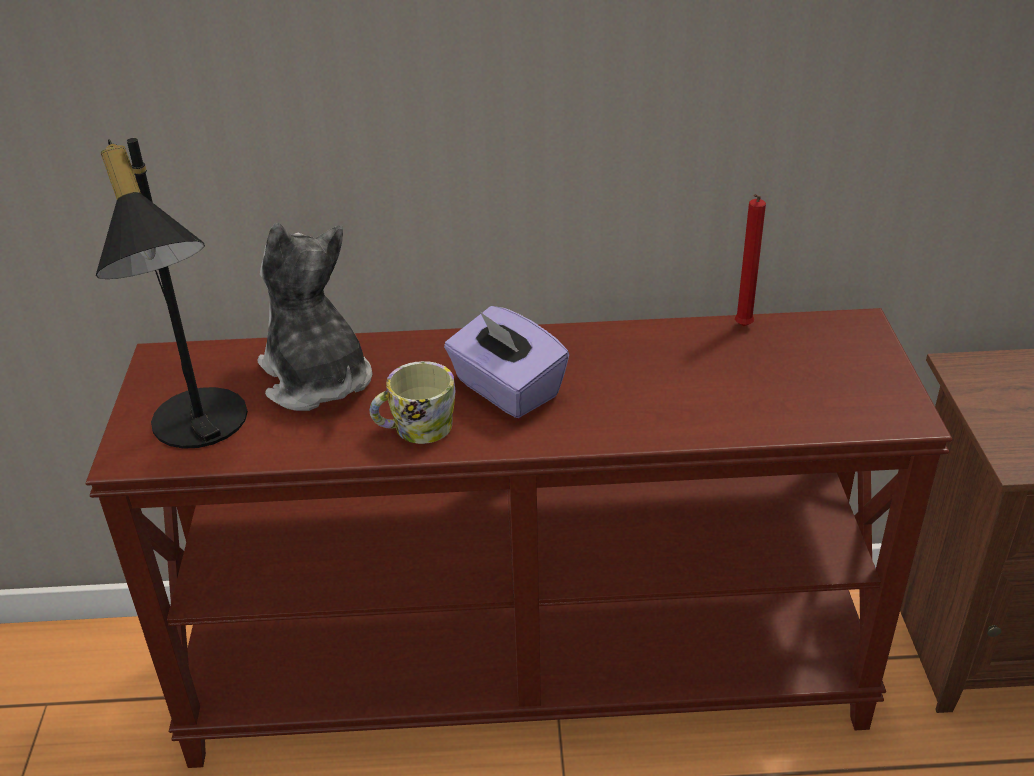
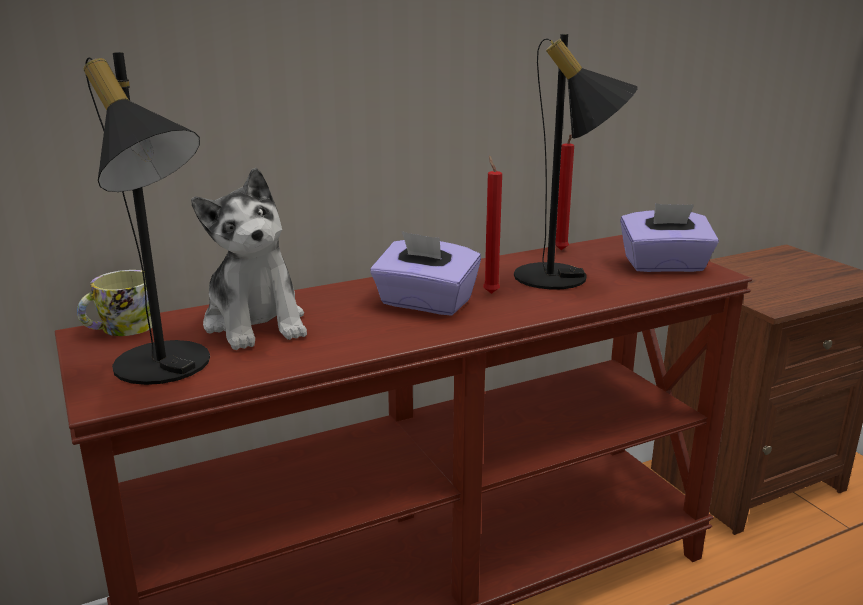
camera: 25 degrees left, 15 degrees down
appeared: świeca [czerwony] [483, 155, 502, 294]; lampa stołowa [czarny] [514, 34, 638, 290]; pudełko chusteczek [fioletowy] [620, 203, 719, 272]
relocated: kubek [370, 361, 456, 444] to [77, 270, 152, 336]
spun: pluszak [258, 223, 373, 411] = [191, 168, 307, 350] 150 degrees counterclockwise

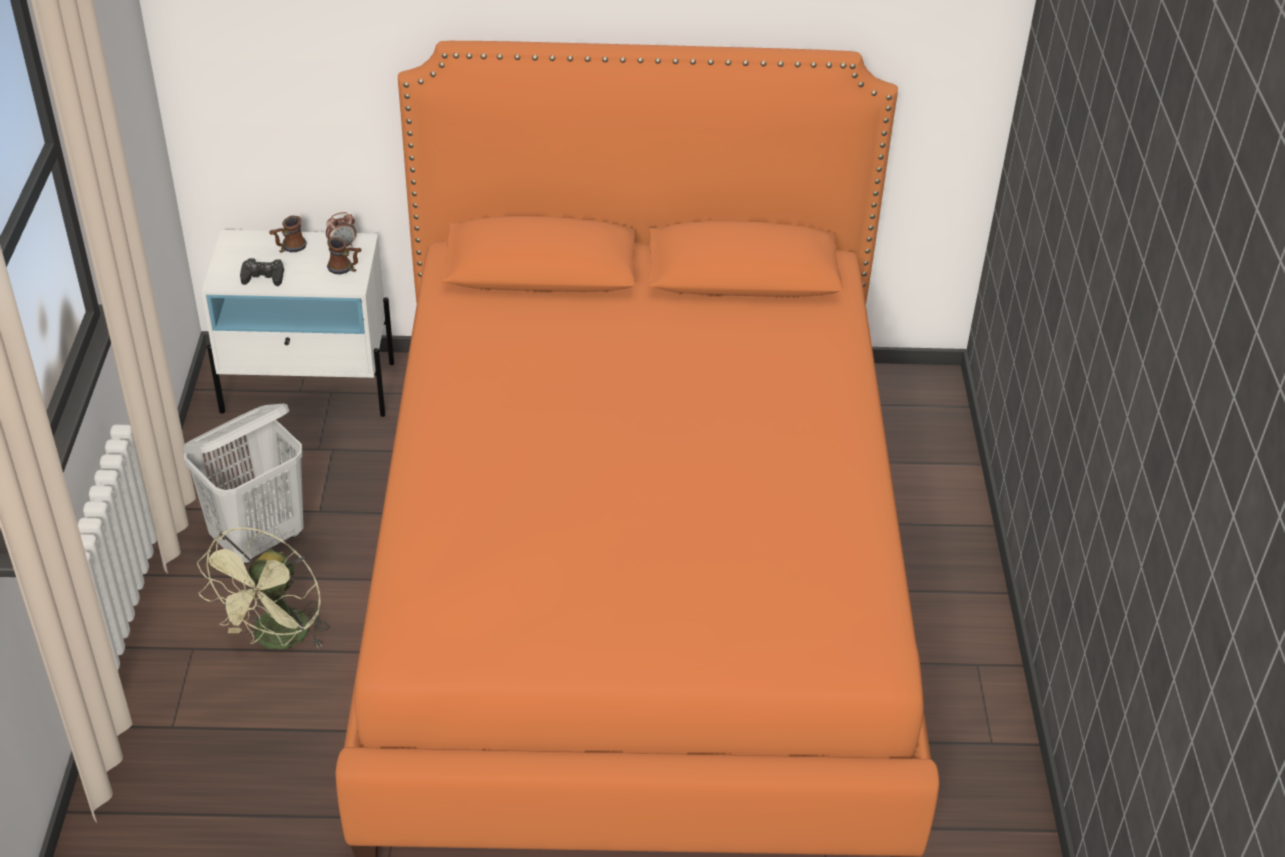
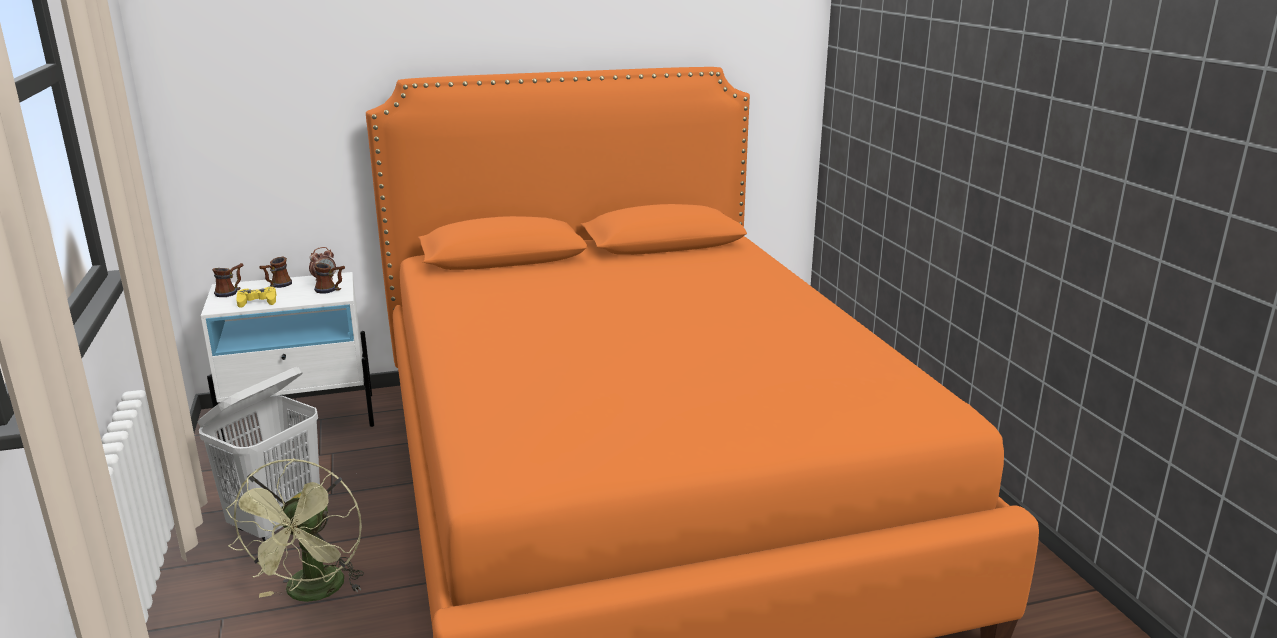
camera: 15 degrees left, 20 degrees down
appeared: kubek [212, 263, 243, 297]
colour: pad do gier [czarny] [240, 258, 284, 286] to pad do gier [żółty] [236, 287, 277, 307]

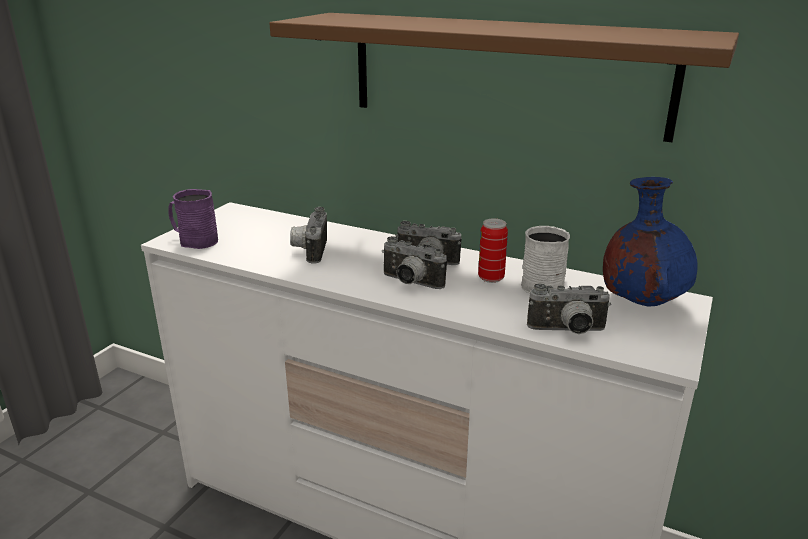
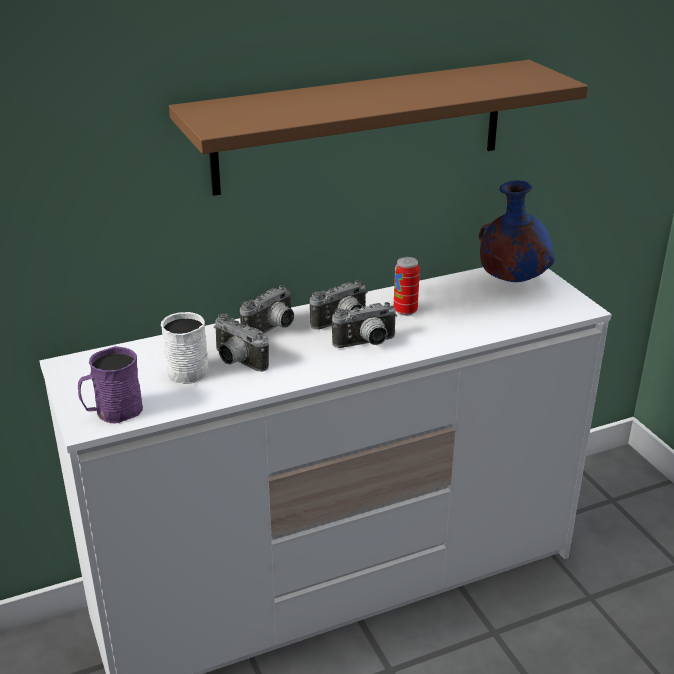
camera: 50 degrees left, 5 degrees up
relocated: kubek [biały] [521, 226, 570, 294] to [161, 312, 209, 384]; aparat fotograficzny [527, 283, 611, 334] to [240, 285, 294, 334]

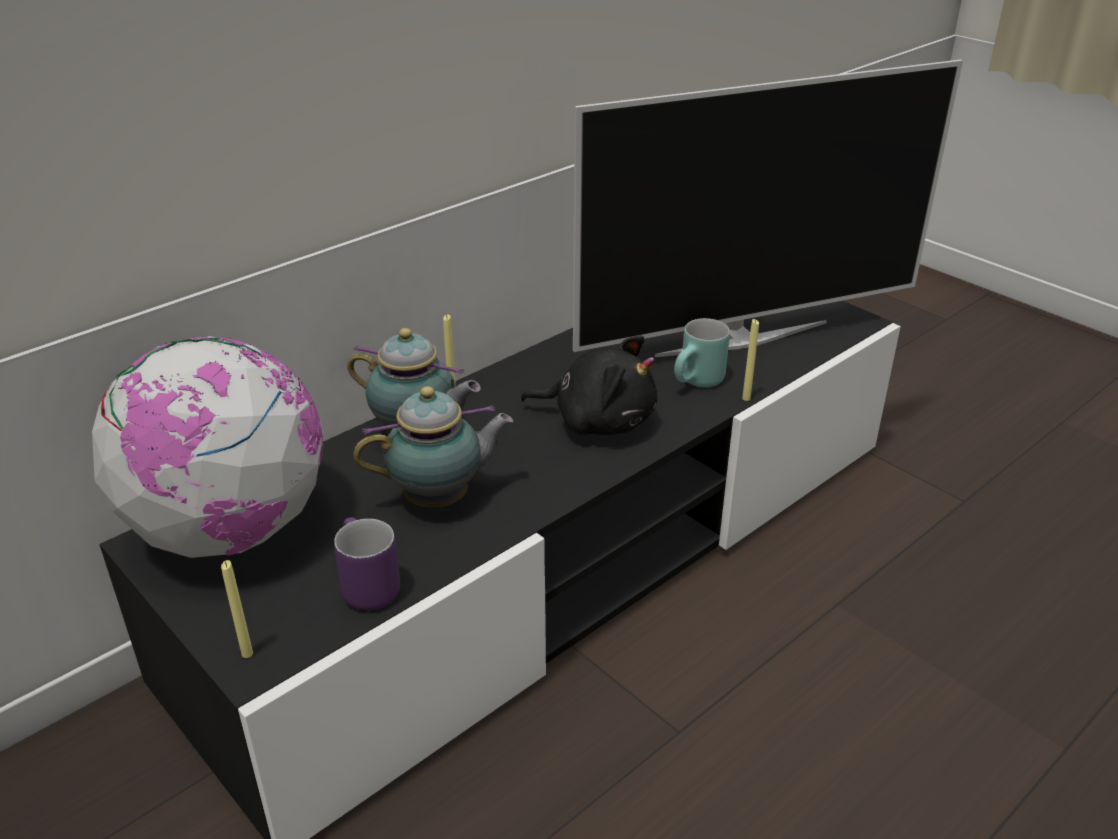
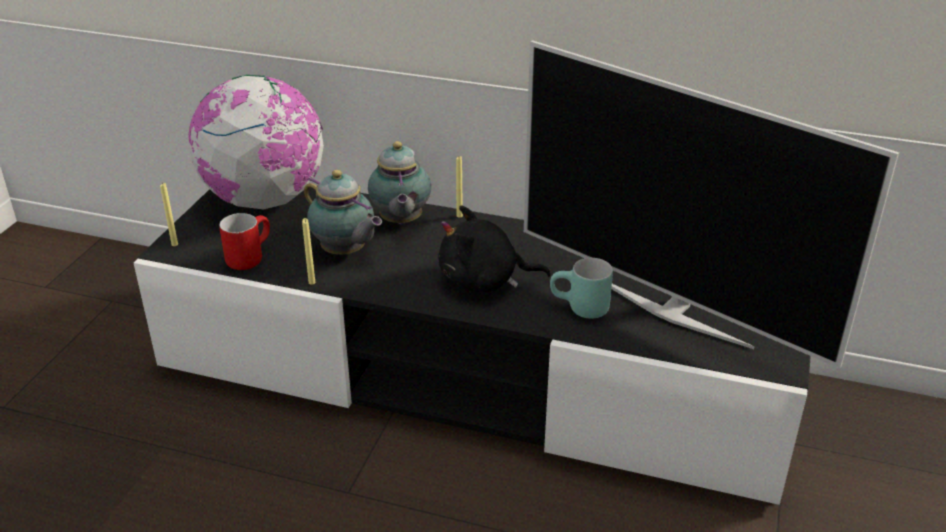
camera: 60 degrees right, 0 degrees up
relocated: świeca [żółty] [742, 319, 759, 401] to [302, 218, 315, 285]
colour: kubek [fioletowy] [334, 517, 400, 610] to kubek [czerwony] [219, 213, 270, 270]
spun: pluszak [czarny] [520, 335, 657, 435] = [438, 205, 551, 292] 105 degrees clockwise

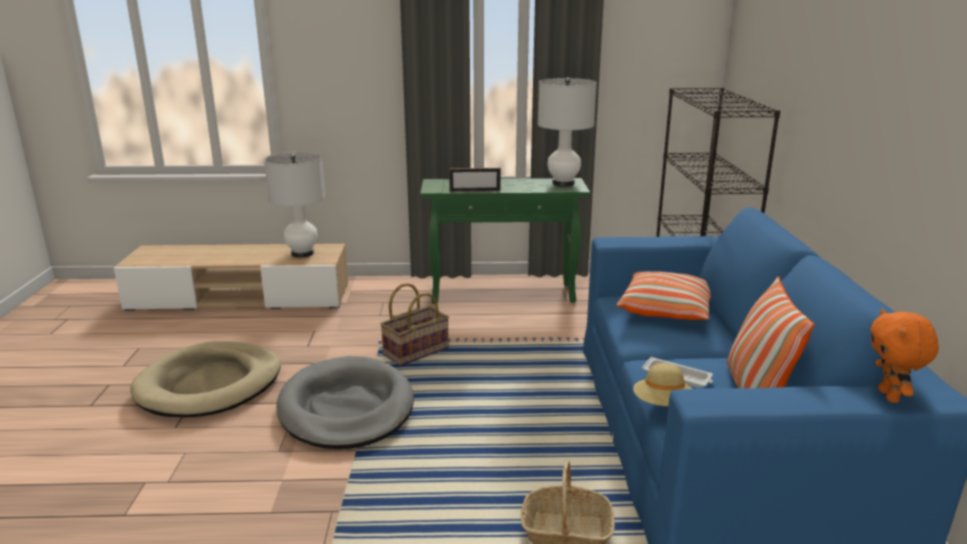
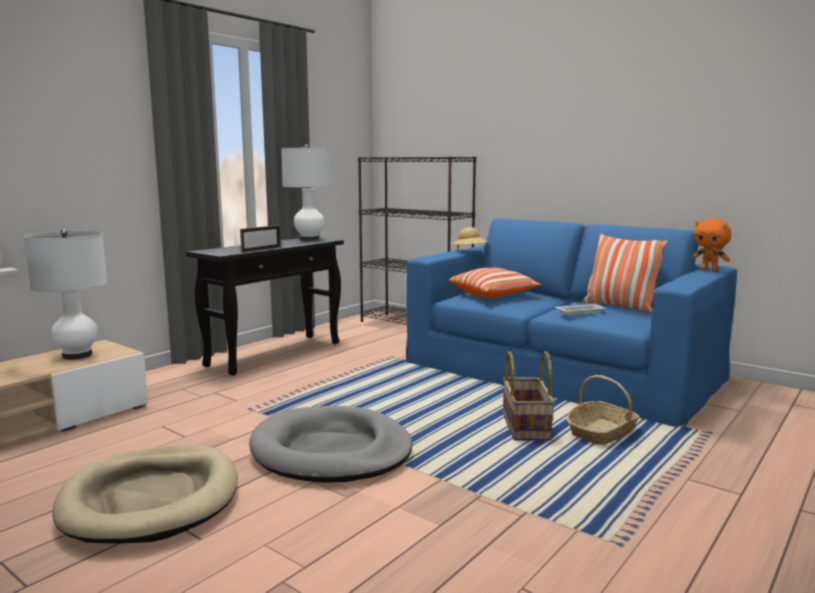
camera: 50 degrees left, 10 degrees down
relocated: koszyk [380, 283, 449, 366] to [503, 351, 555, 441]; kapelusz [beżowy] [633, 363, 693, 406] to [453, 227, 488, 250]
colour: stolik konsolowy [zielony] [420, 178, 590, 304] to stolik konsolowy [czarny] [186, 238, 344, 376]

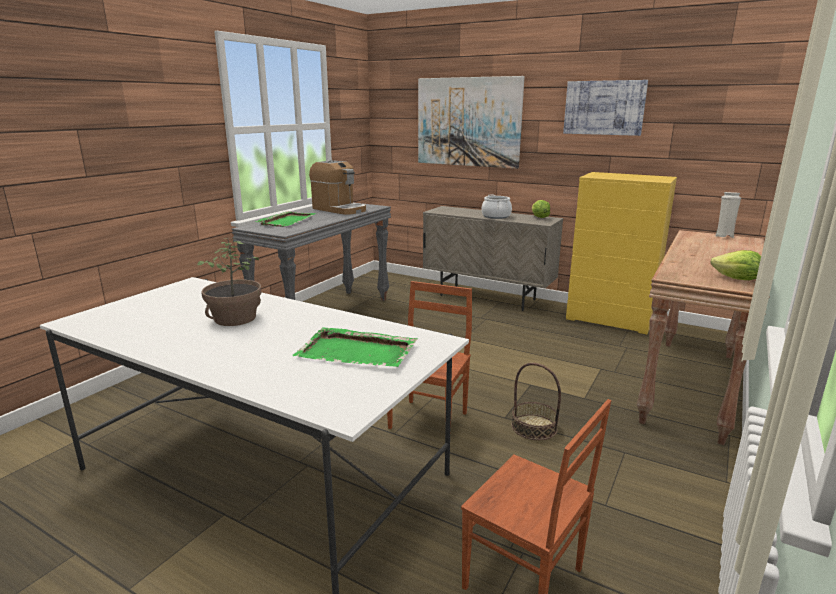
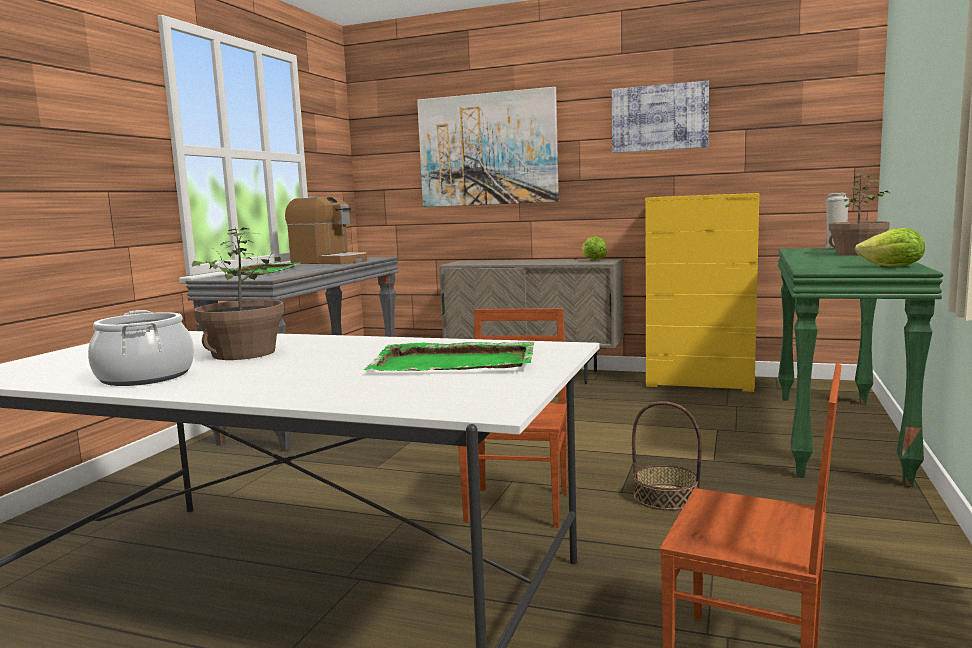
camera: 10 degrees left, 10 degrees down
appeared: roślina doniczkowa [829, 173, 890, 256]
relocated: garnek [481, 194, 512, 219] to [88, 310, 194, 386]
colour: stolik konsolowy [brązowy] [637, 230, 766, 445] to stolik konsolowy [zielony] [778, 248, 943, 487]

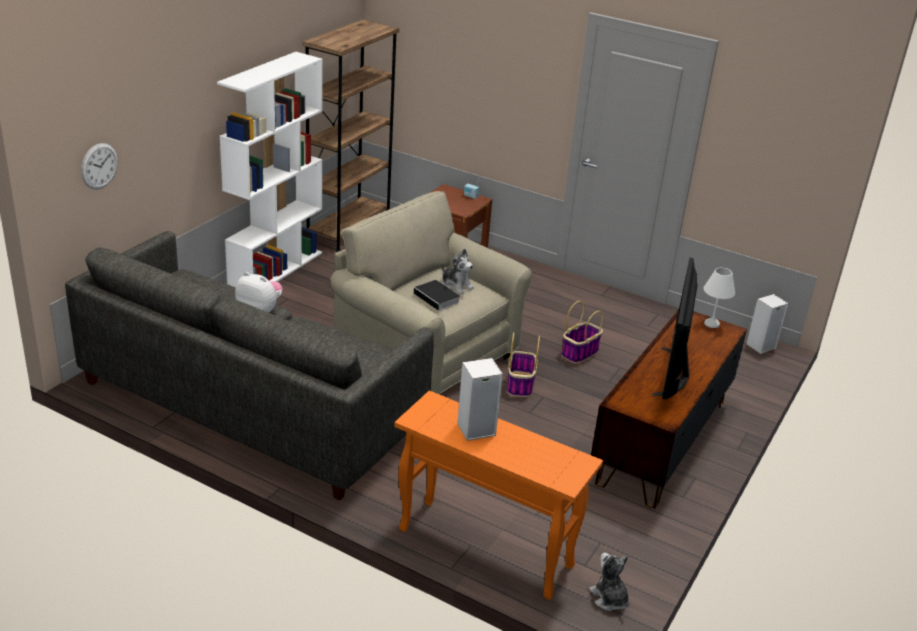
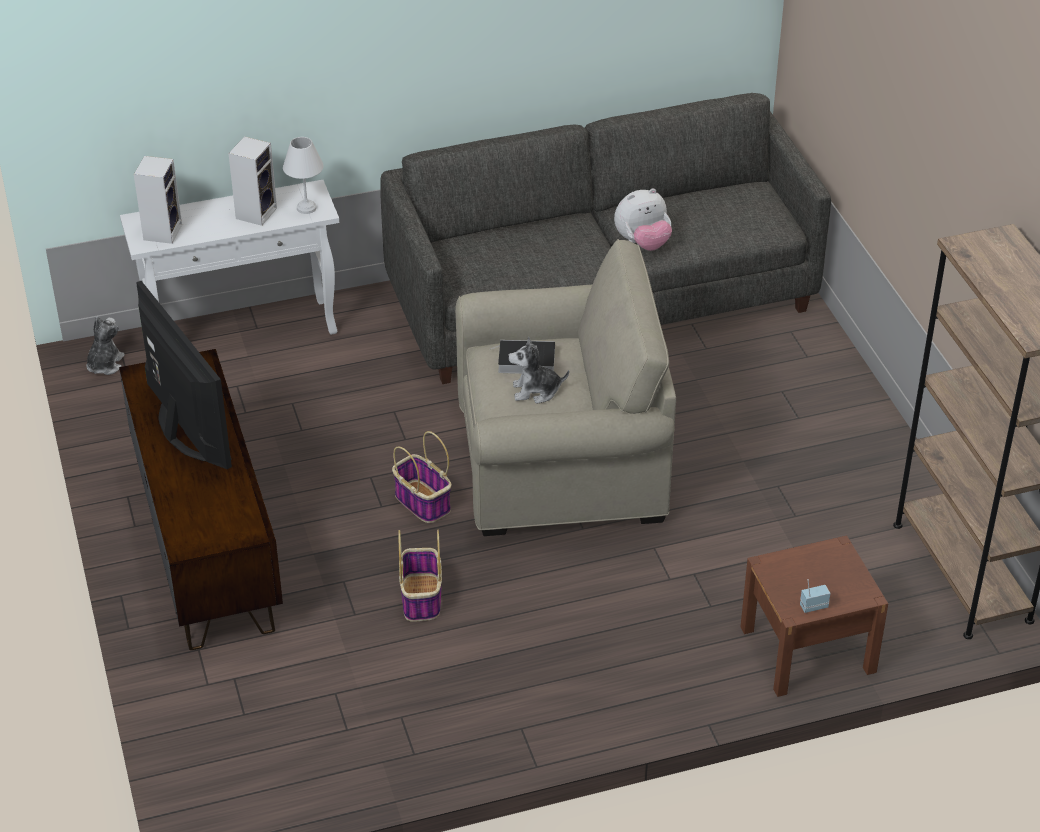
camera: 135 degrees right, 10 degrees up
missing: zegar ścienny [81, 143, 118, 190]; regał [biały] [217, 52, 323, 287]
relocated: lampa stołowa [biały] [704, 268, 735, 328] to [283, 137, 324, 214]; głośnik [747, 294, 788, 354] to [134, 156, 182, 244]
colour: stolik konsolowy [pomarańczowy] [394, 391, 603, 600] to stolik konsolowy [biały] [120, 180, 339, 335]
spun: pluszak [589, 553, 629, 611] = [86, 316, 125, 375] 90 degrees counterclockwise

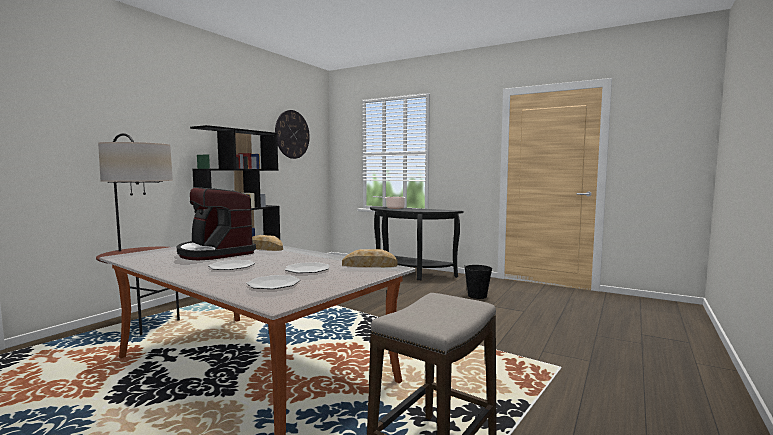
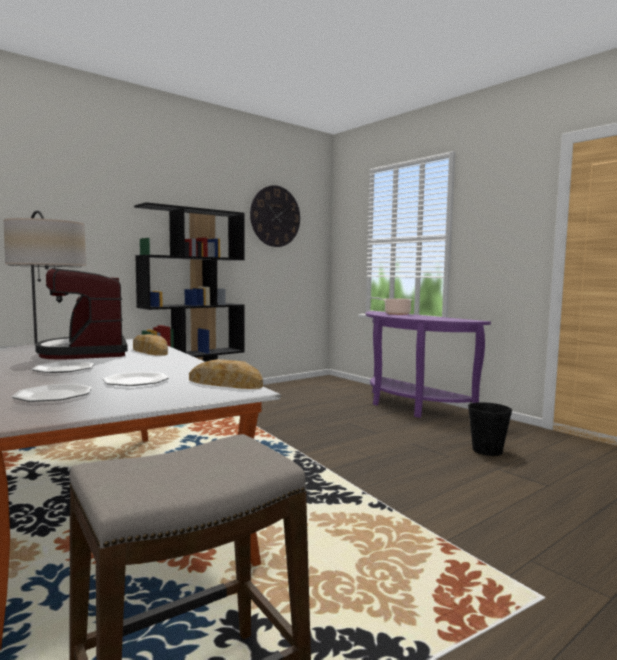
camera: 20 degrees right, 0 degrees up
colour: stolik konsolowy [czarny] [370, 206, 464, 280] to stolik konsolowy [fioletowy] [365, 311, 491, 418]

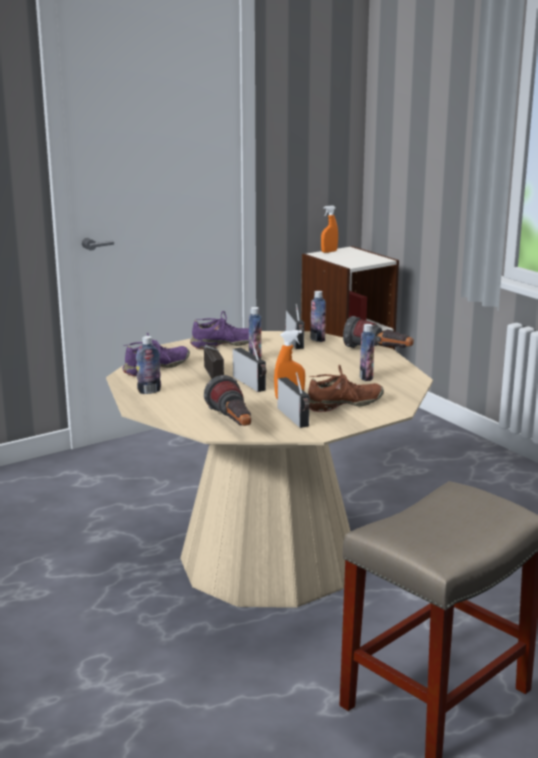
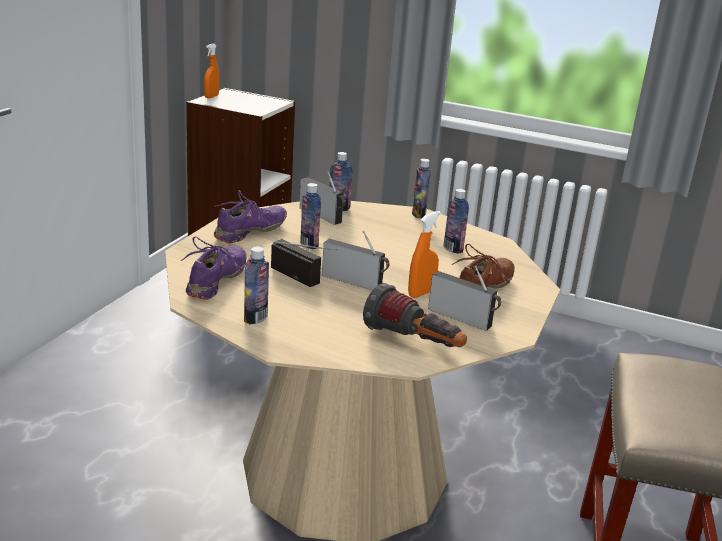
camera: 35 degrees left, 5 degrees up
exchanged: latarka [343, 316, 414, 348] to butelka [412, 159, 431, 218]

